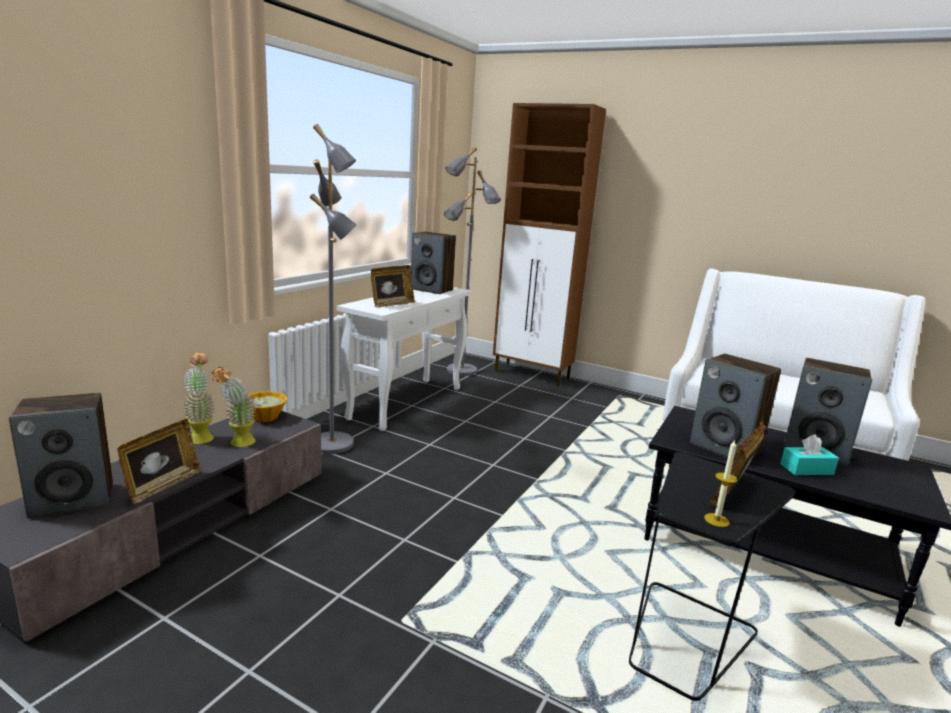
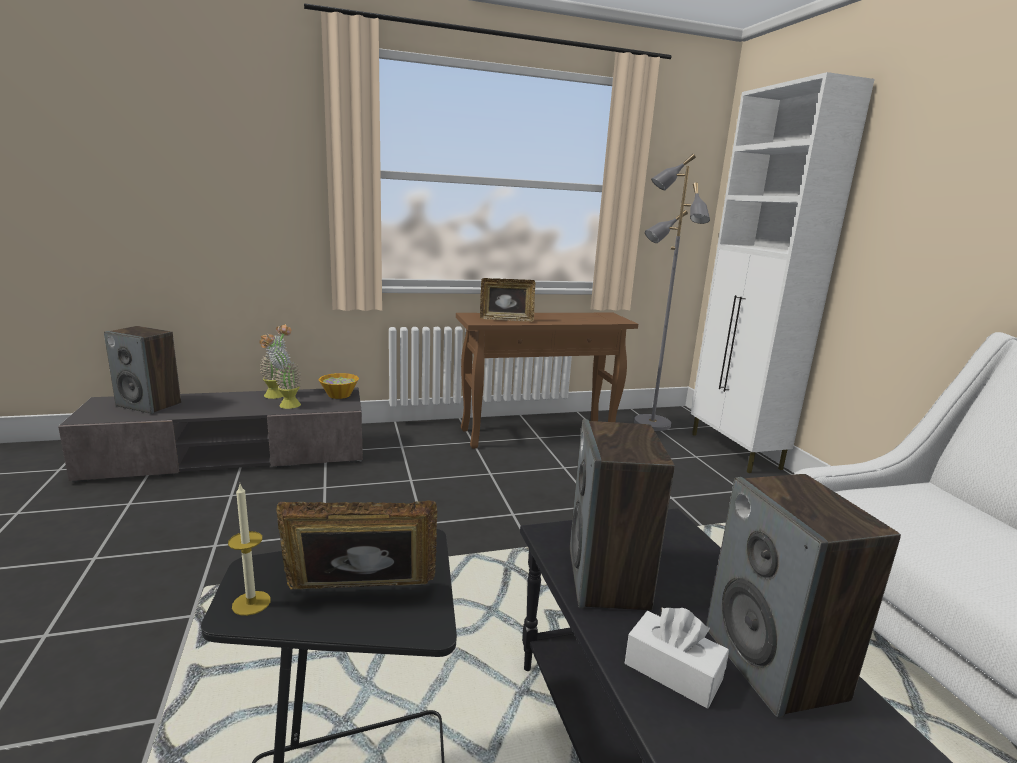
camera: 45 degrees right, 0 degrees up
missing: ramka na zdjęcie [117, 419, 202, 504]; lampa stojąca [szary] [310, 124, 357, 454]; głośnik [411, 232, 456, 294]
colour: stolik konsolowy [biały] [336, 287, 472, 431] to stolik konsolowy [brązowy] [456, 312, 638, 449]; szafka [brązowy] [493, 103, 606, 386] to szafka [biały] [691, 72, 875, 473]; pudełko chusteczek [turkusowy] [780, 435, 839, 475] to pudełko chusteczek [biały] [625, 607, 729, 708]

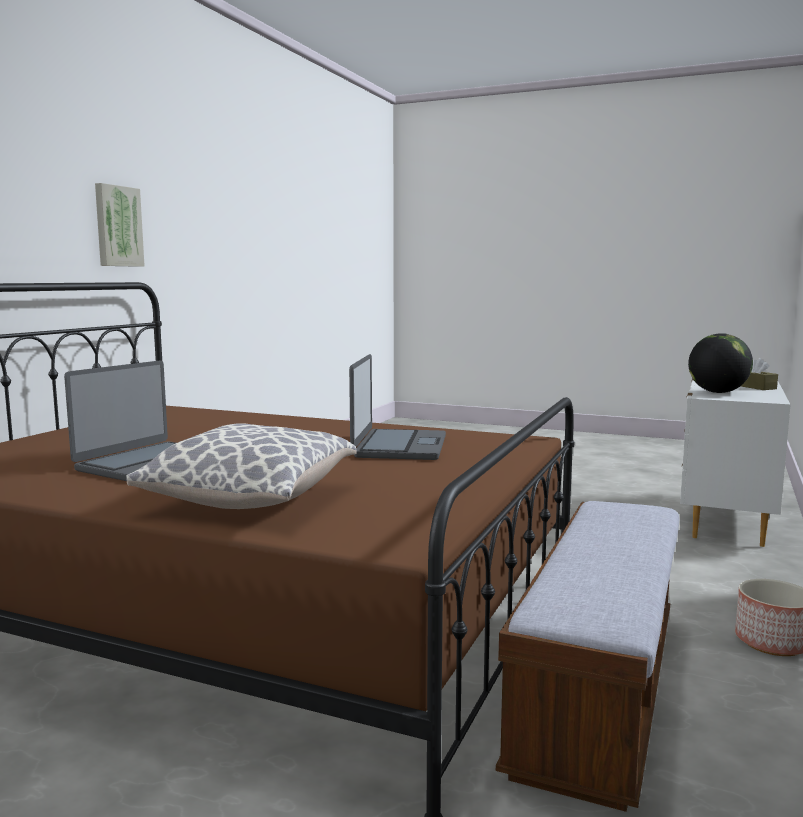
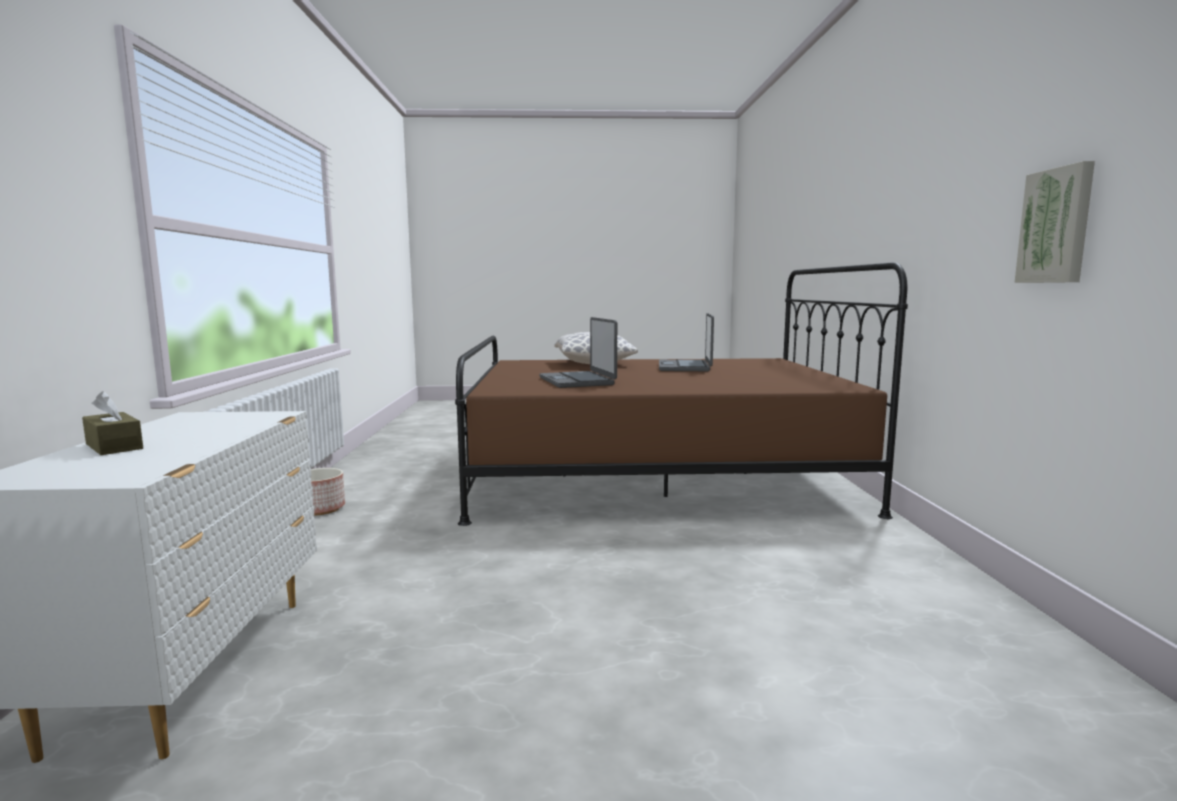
camera: 155 degrees right, 0 degrees up
missing: ławka [496, 501, 679, 812]; globus [688, 333, 753, 393]
relocated: obraz [95, 183, 145, 267] to [1014, 161, 1095, 283]

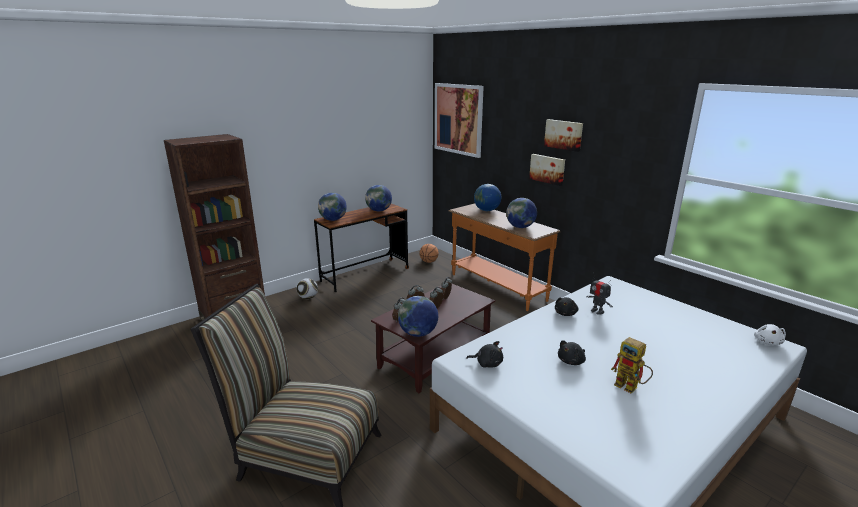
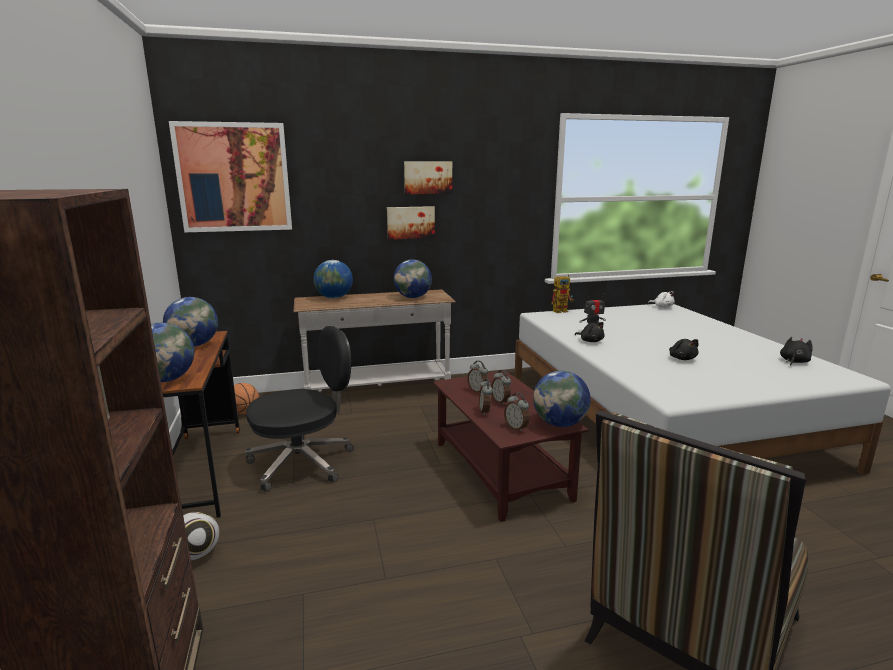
camera: 65 degrees left, 5 degrees down
appeared: krzesło biurowe [czarny] [245, 326, 354, 492]
relocated: pluszak [czarny] [466, 341, 503, 368] to [780, 337, 813, 366]; robot zabawkowy [611, 337, 653, 393] to [551, 275, 573, 313]
colour: stolik konsolowy [pomarańczowy] [448, 204, 560, 311] to stolik konsolowy [biały] [294, 289, 456, 391]

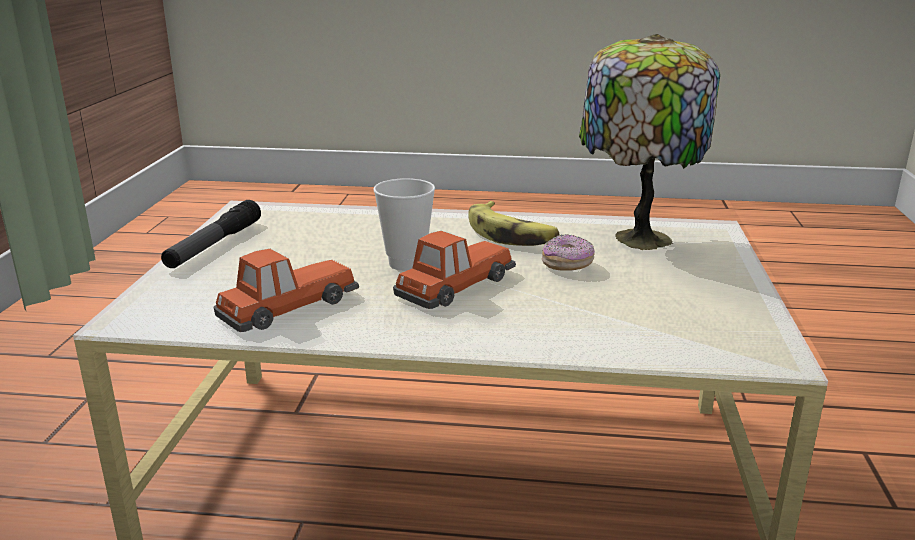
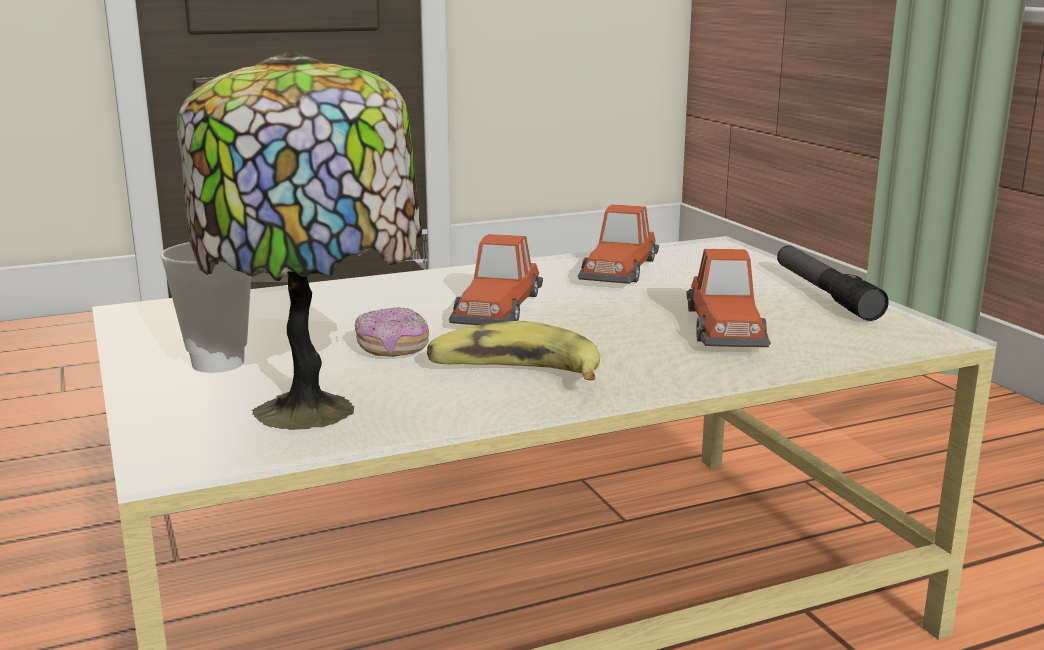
camera: 150 degrees right, 5 degrees down
appeared: samochodzik [686, 249, 771, 347]
relocated: filiżanka [373, 178, 435, 271] to [160, 242, 251, 373]

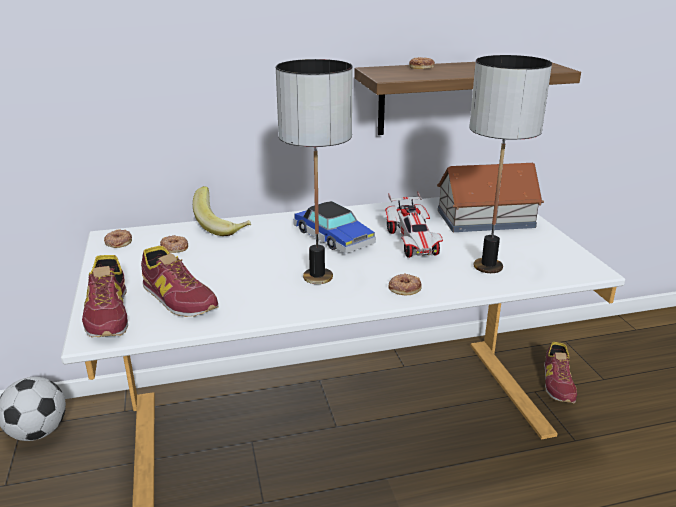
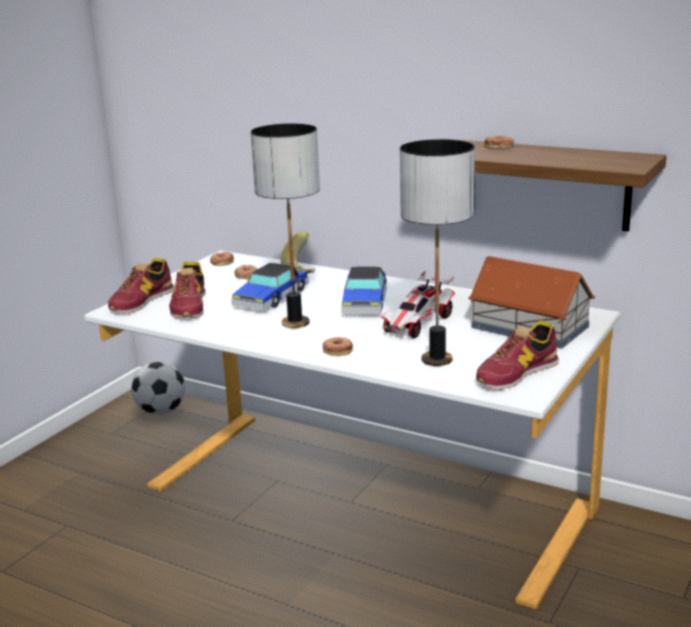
camera: 45 degrees right, 5 degrees down
appeared: samochodzik [231, 263, 309, 311]
relocated: but [544, 342, 577, 403] to [476, 320, 559, 390]

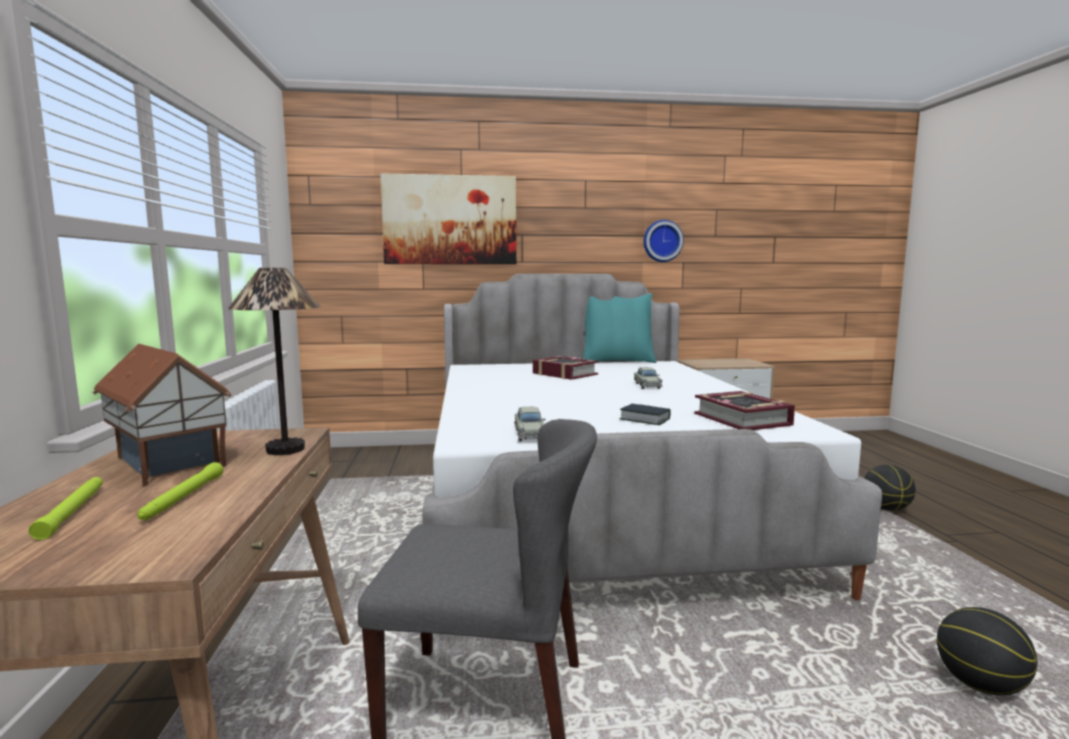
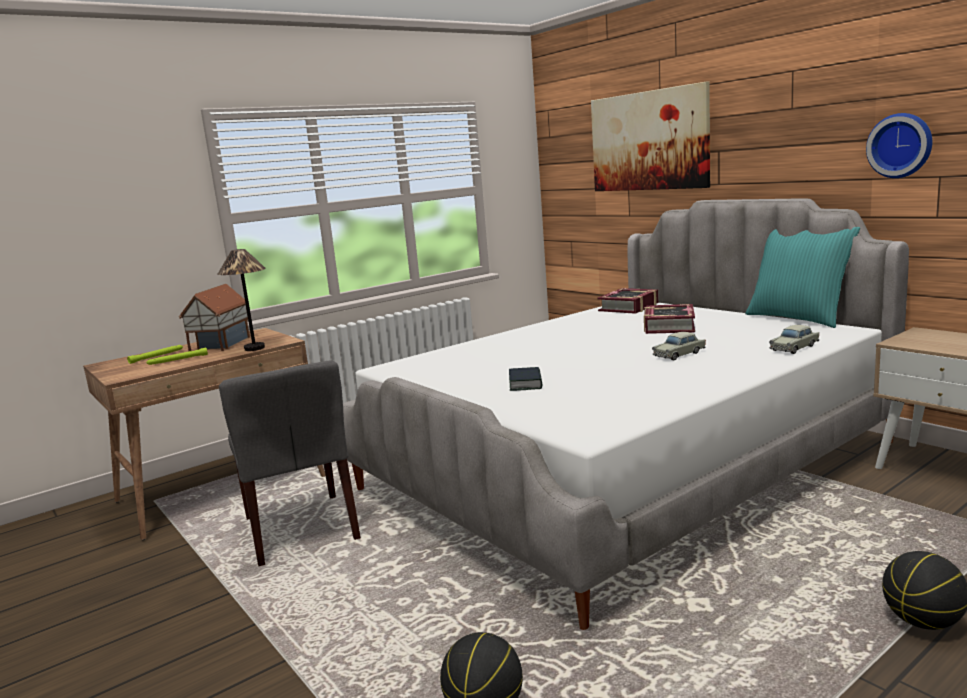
camera: 60 degrees right, 5 degrees up
relocated: samochodzik [beżowy] [515, 407, 546, 441] to [769, 325, 819, 354]; książka [694, 391, 795, 430] to [598, 288, 659, 314]

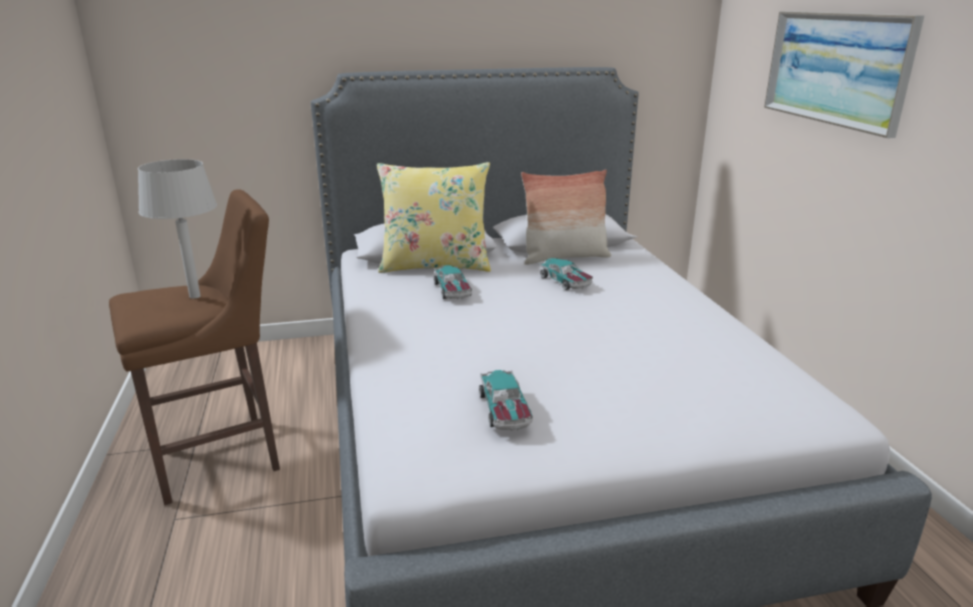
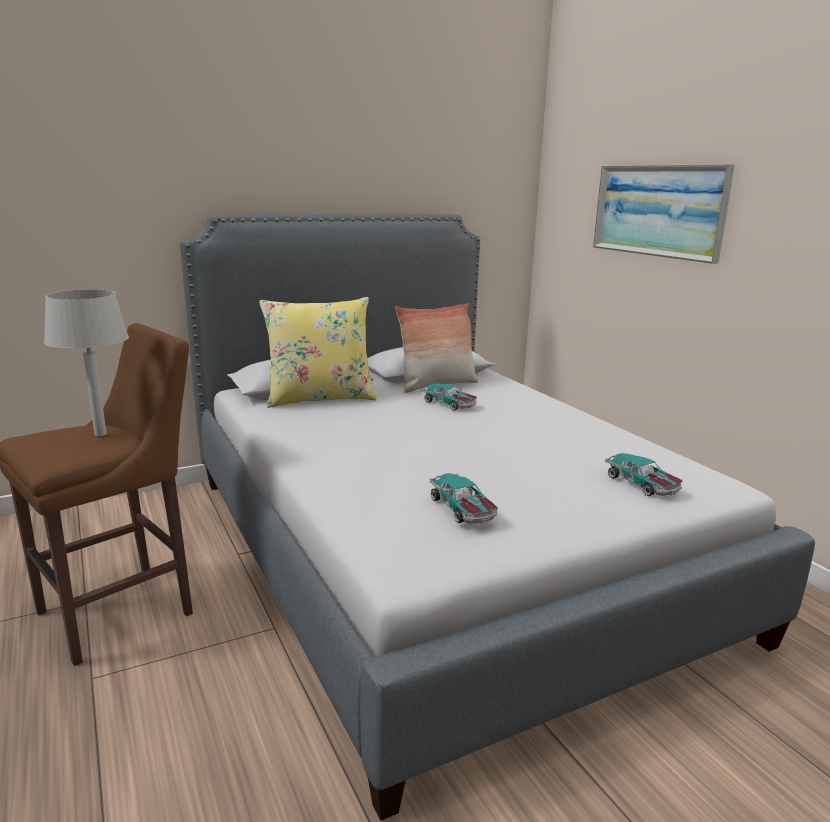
camera: 15 degrees left, 5 degrees down
relocated: samochodzik [434, 265, 472, 299] to [605, 453, 683, 496]

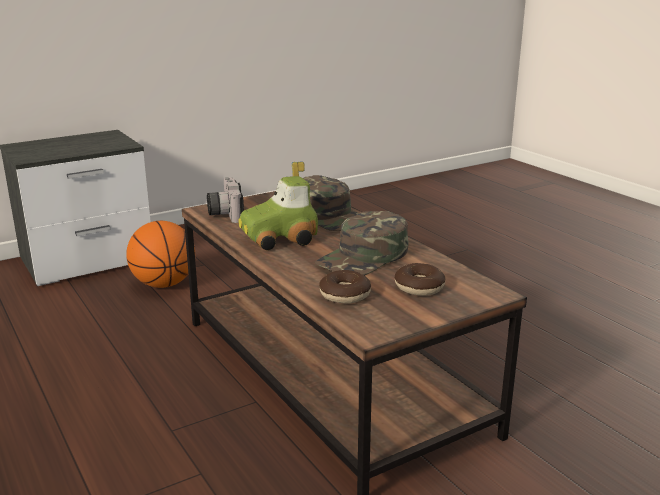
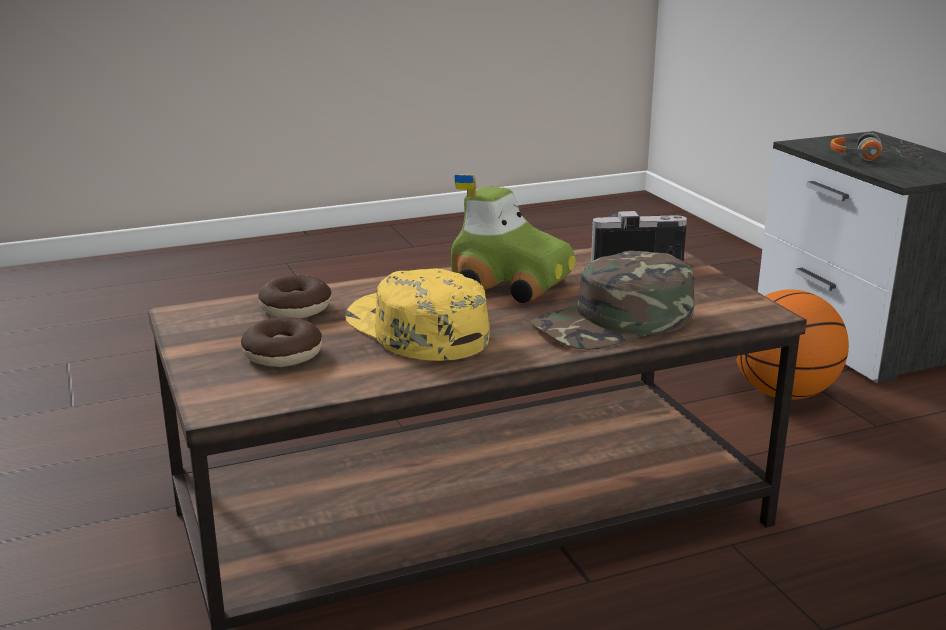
camera: 100 degrees right, 0 degrees up
appeared: słuchawki [830, 133, 924, 161]
colour: czapka z daszkiem [zielony] [315, 211, 408, 275] to czapka z daszkiem [żółty] [345, 268, 490, 361]
spun: samochodzik [238, 162, 318, 250] = [451, 174, 575, 303] 135 degrees clockwise

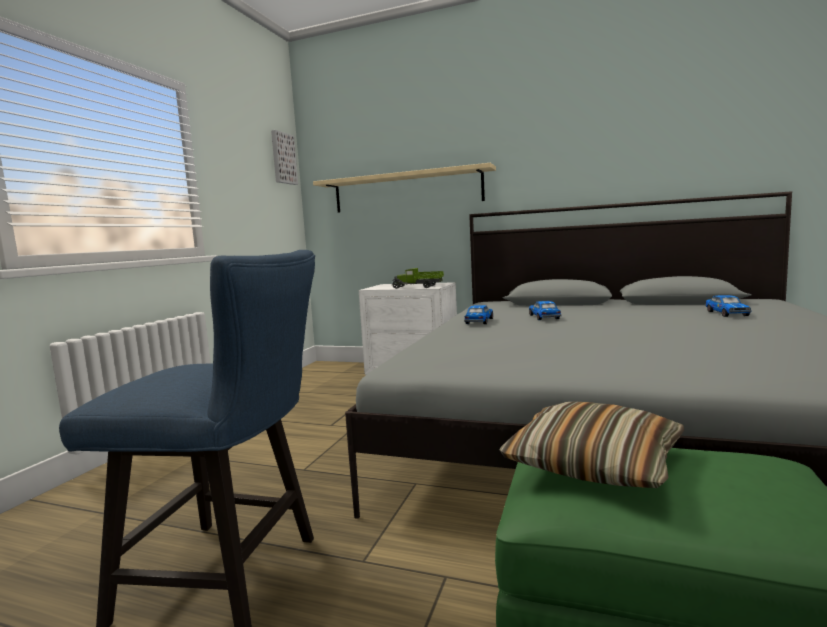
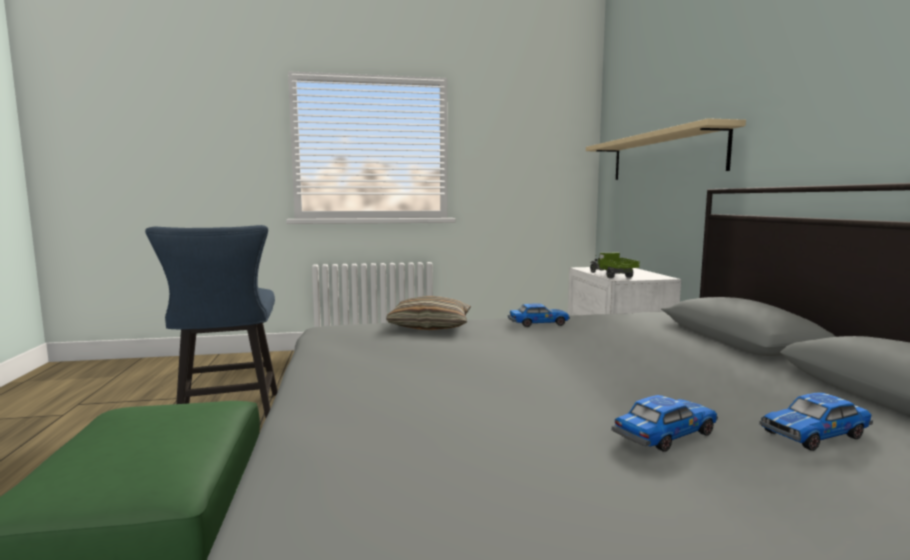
camera: 60 degrees right, 0 degrees up
missing: obraz [271, 130, 298, 185]
relocated: poduszka [499, 402, 684, 488] to [386, 296, 471, 330]; samochodzik [529, 301, 561, 320] to [612, 395, 718, 452]

